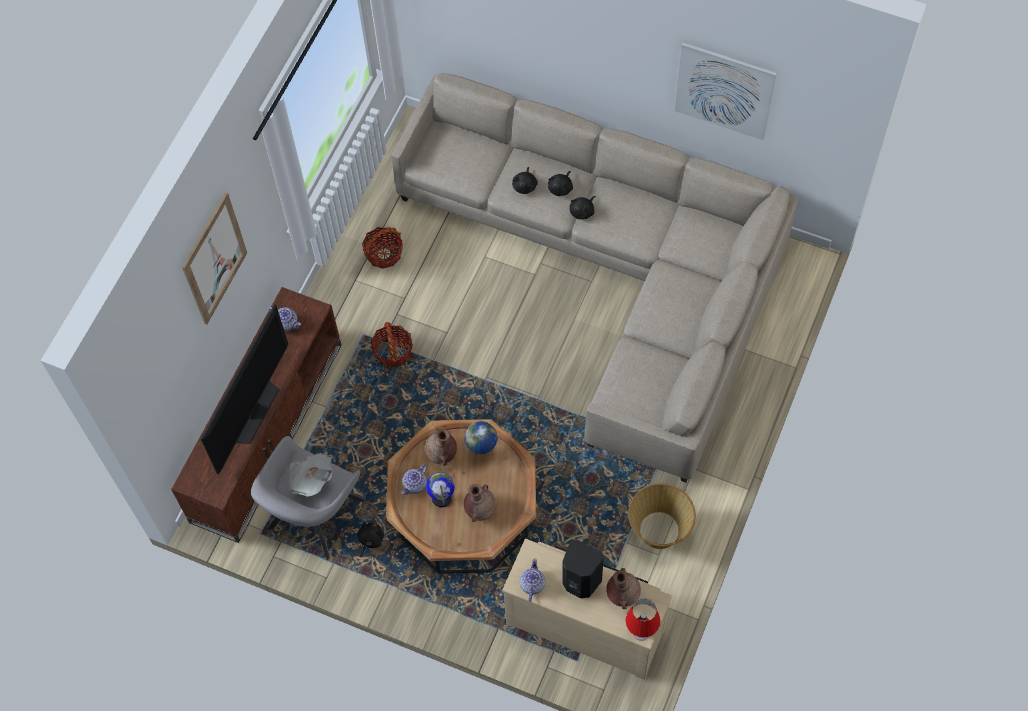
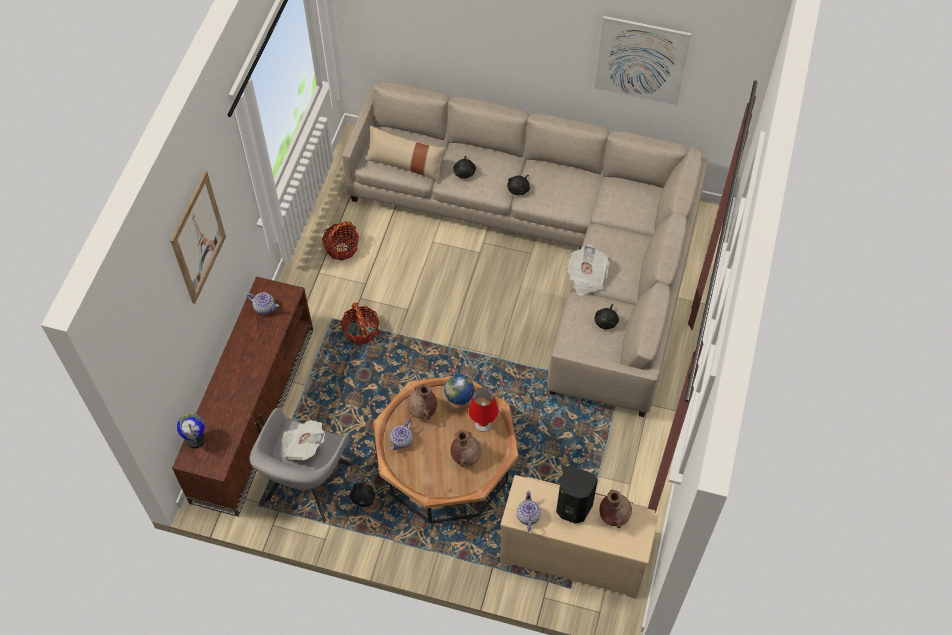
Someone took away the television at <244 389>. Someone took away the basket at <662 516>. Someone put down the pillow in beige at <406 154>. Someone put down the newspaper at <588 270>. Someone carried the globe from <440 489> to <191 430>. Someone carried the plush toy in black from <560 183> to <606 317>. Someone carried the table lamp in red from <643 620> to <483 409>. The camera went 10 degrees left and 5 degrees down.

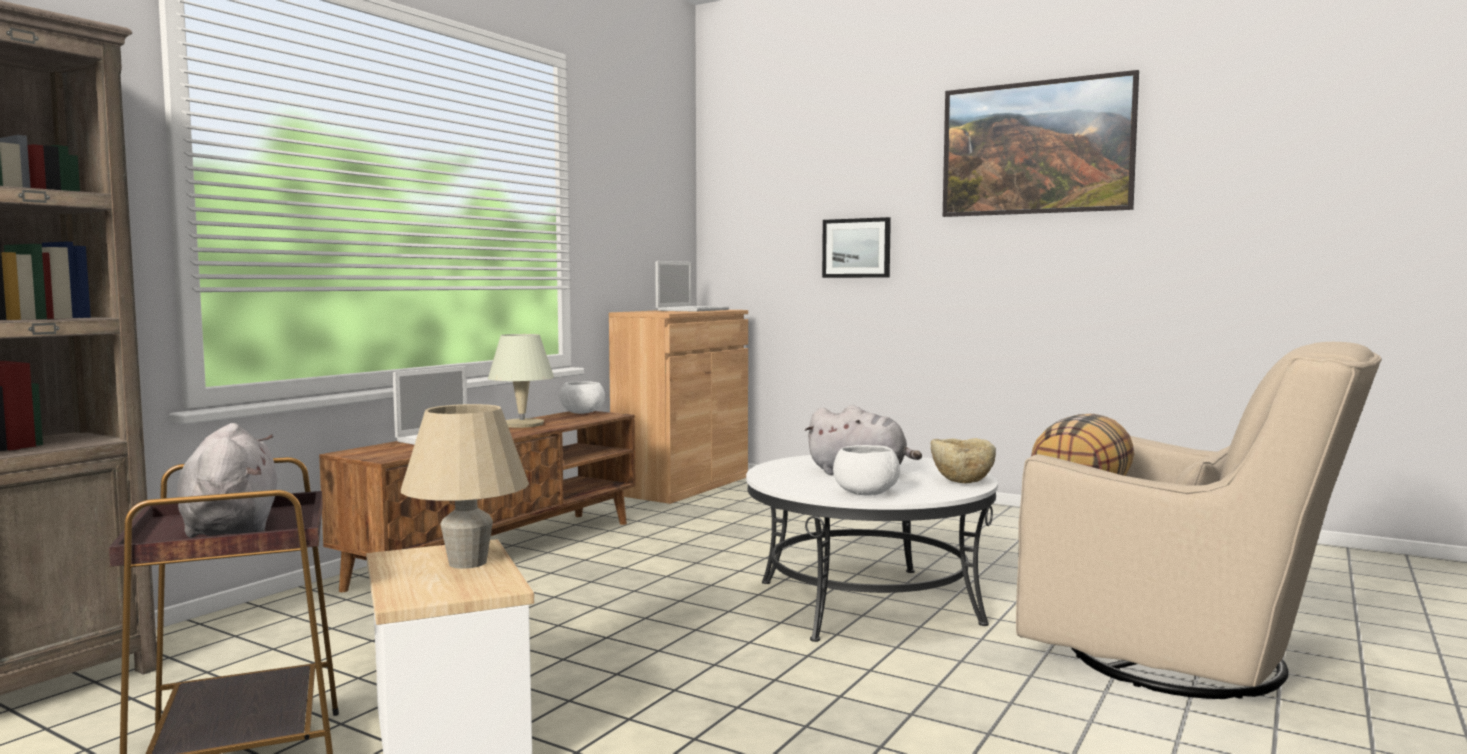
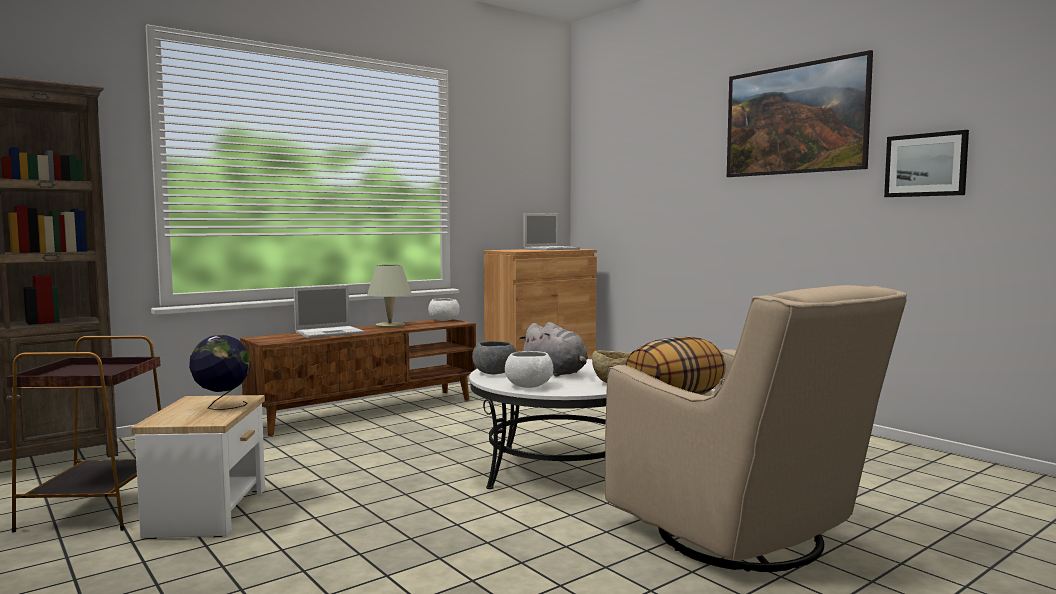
Someone took away the plush toy in grey at <227 480>. Someone put down the bowl in grey at <494 357>. Someone carried the picture from <856 247> to <926 163>. Someone swapped the table lamp in beige at <465 486> for the globe at <220 372>. The camera went 20 degrees right and 0 degrees up.

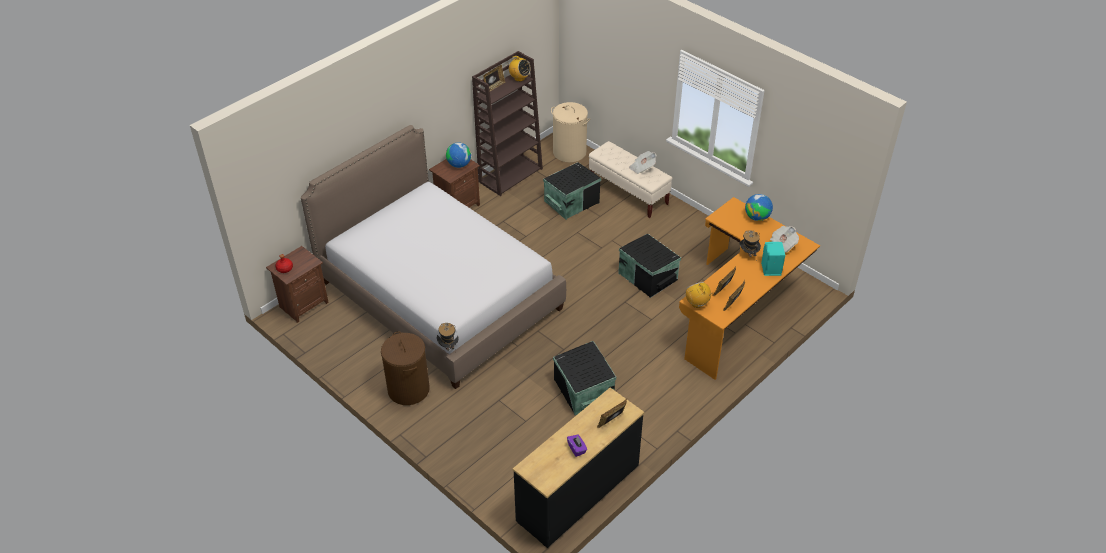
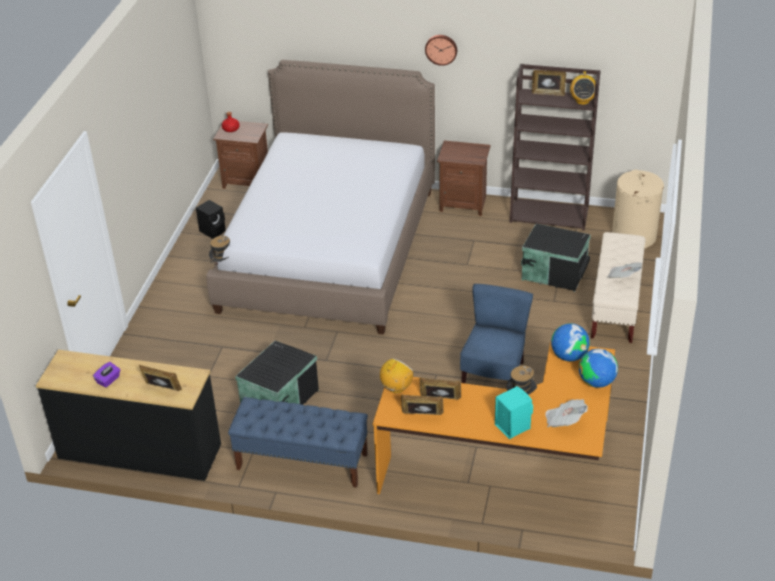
Someone took away the laundry basket in brown at <405 368>. Someone put down the speaker in black at <211 219>. Someone put down the bench in blue at <298 442>. Someone put up the wall clock at <441 50>. Someone carried the globe from <458 155> to <570 342>. Someone swapped the storage box in black at <649 265> for the chair in blue at <496 334>. The camera went 60 degrees right and 5 degrees down.

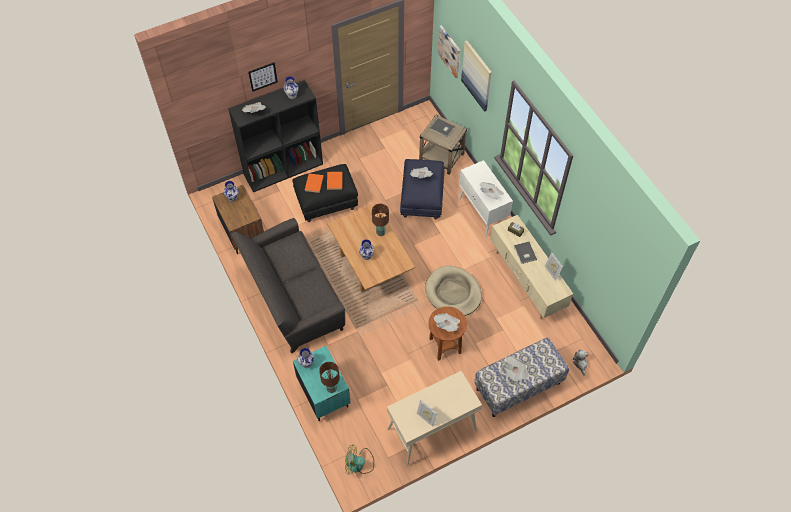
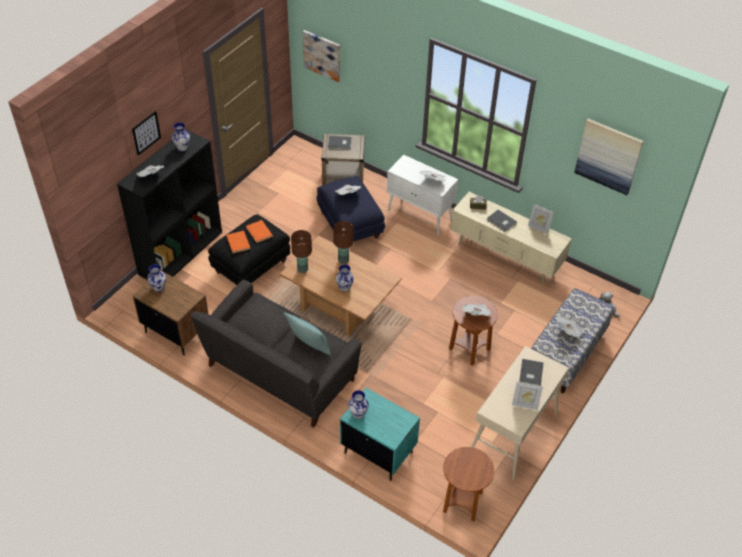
Someone took away the dog bed in beige at <453 291>. Someone put down the pillow in turquoise at <307 333>. Someone put down the book in grey at <531 372>. Someone carried the table lamp in brown from <329 377> to <301 251>. Someone carried the picture from <476 76> to <609 157>. Someone swapped the fan at <359 459> for the side table in brown at <468 484>. The camera went 30 degrees left and 10 degrees down.

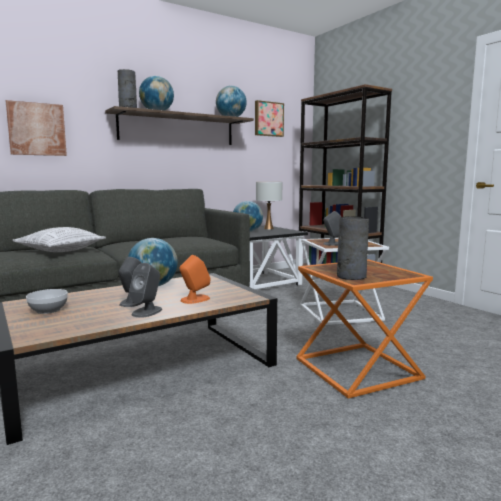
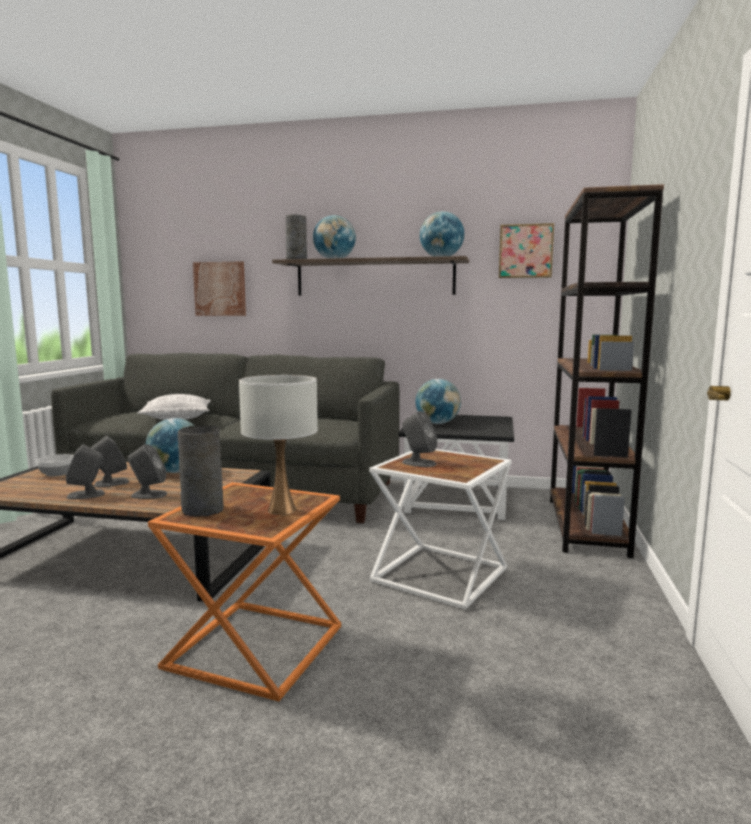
Someone carried the table lamp in white from <269 205> to <278 445>. Someone repainted the speaker in orange at <194 279>, which became the speaker in grey at <147 471>. The camera went 45 degrees right and 0 degrees up.

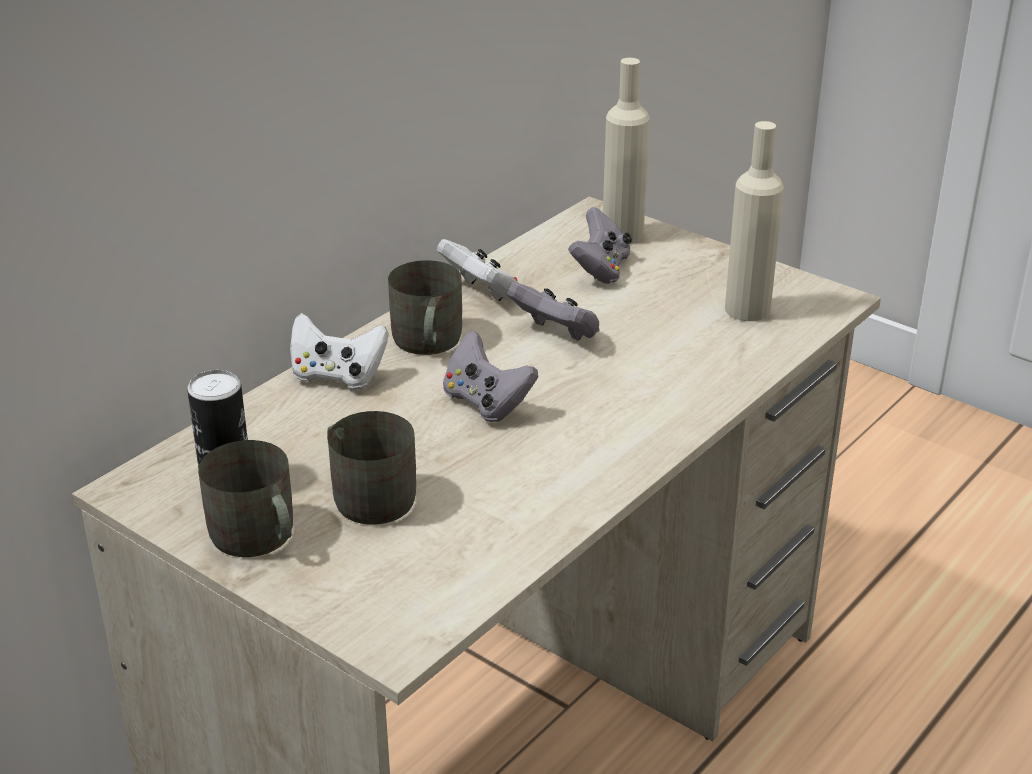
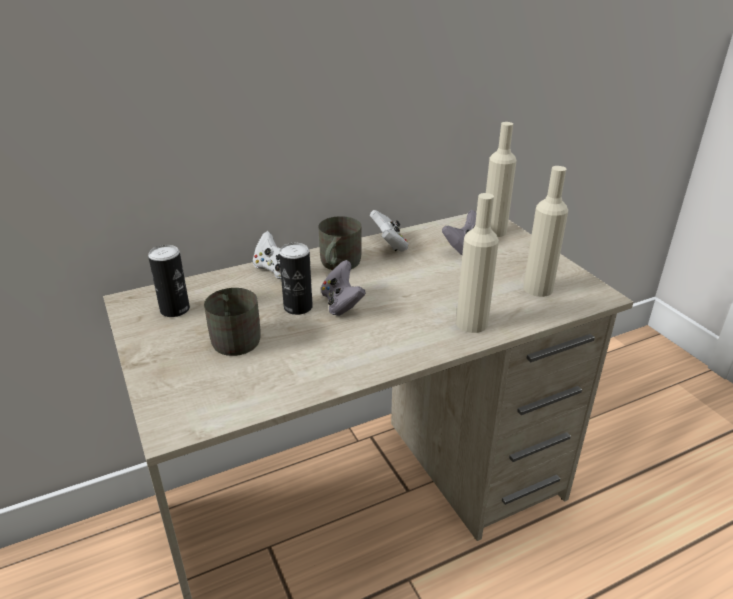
Someone took away the mug in grey at <245 498>. Someone took away the game controller in grey at <553 311>. Someone put down the can at <296 279>. Someone put down the bottle in beige at <477 263>. The camera went 25 degrees right and 0 degrees up.

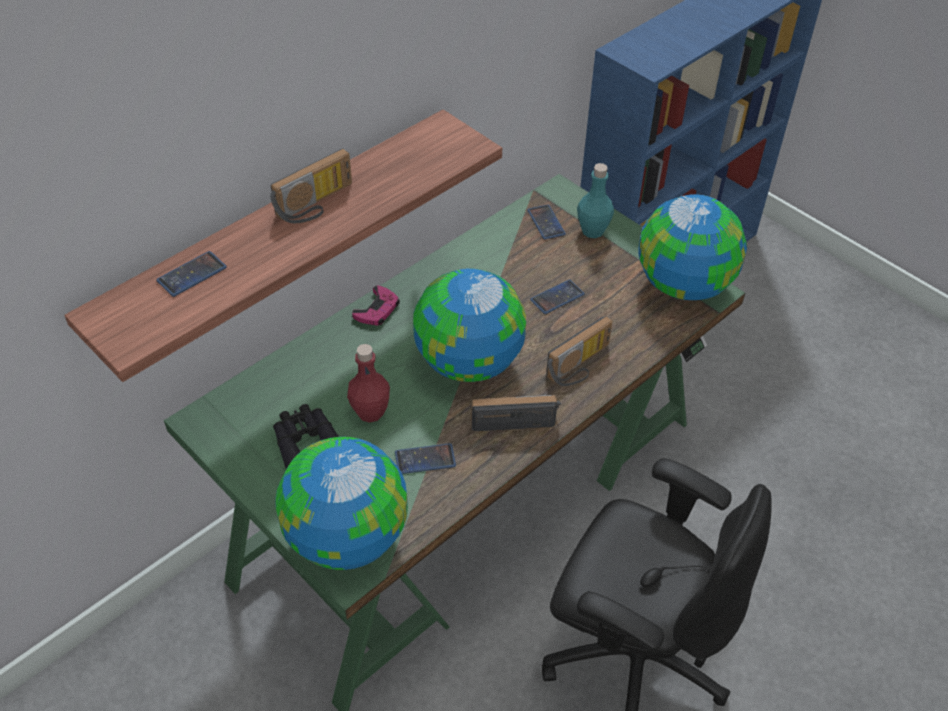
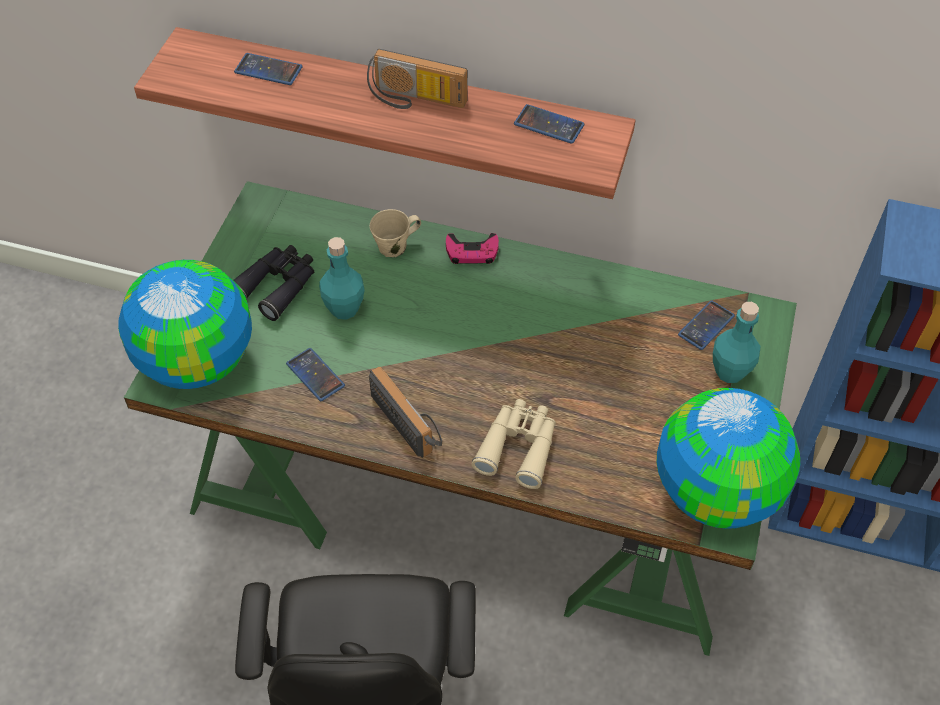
Someone took away the globe at <469 325>. Someone put down the mug in beige at <395 233>. Someone carried the phone from <557 296> to <549 124>. Someone swapped the radio at <579 351> for the binoculars in beige at <514 444>. Someone repainted the bottle in red at <368 383>, which became the bottle in turquoise at <342 278>. The camera went 60 degrees right and 5 degrees up.

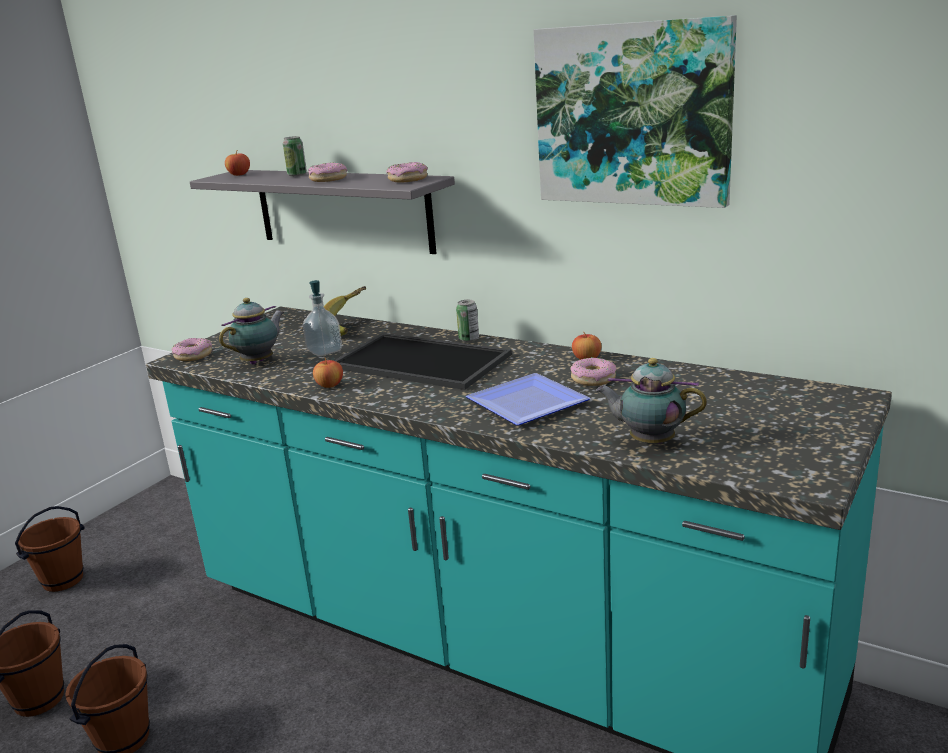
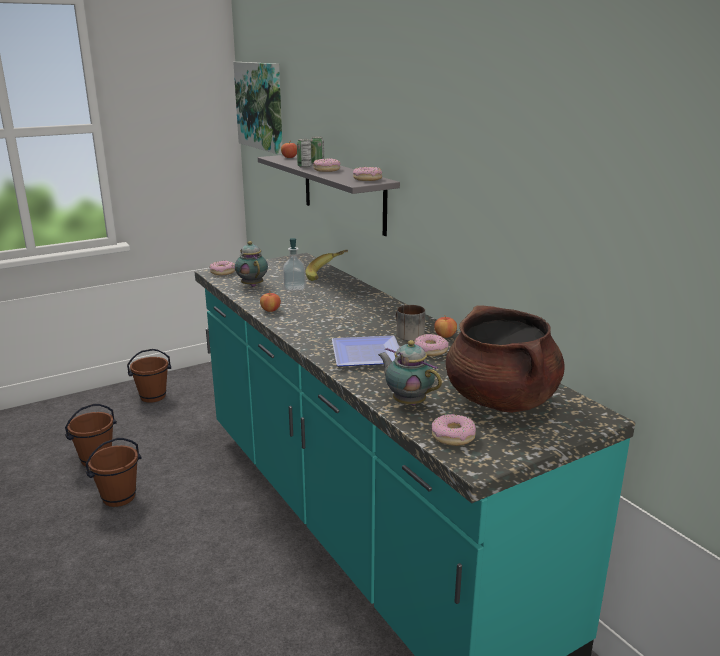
Someone took away the tray at <422 361>. Someone put down the mug at <410 323>. Someone put down the donut at <453 430>. Someone put down the cooking pot in brown at <505 359>. Someone carried the can from <467 321> to <304 153>. Someone carried the picture from <635 111> to <257 108>. Someone rotated the teapot at <251 331> by 90 degrees counterclockwise. The camera went 25 degrees right and 0 degrees up.

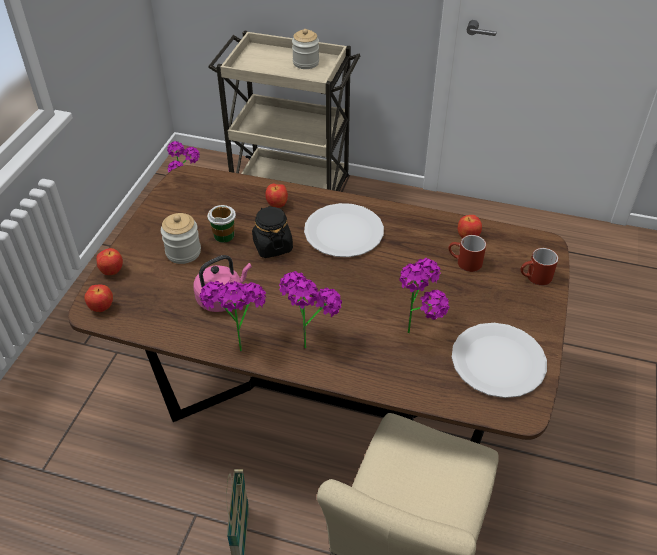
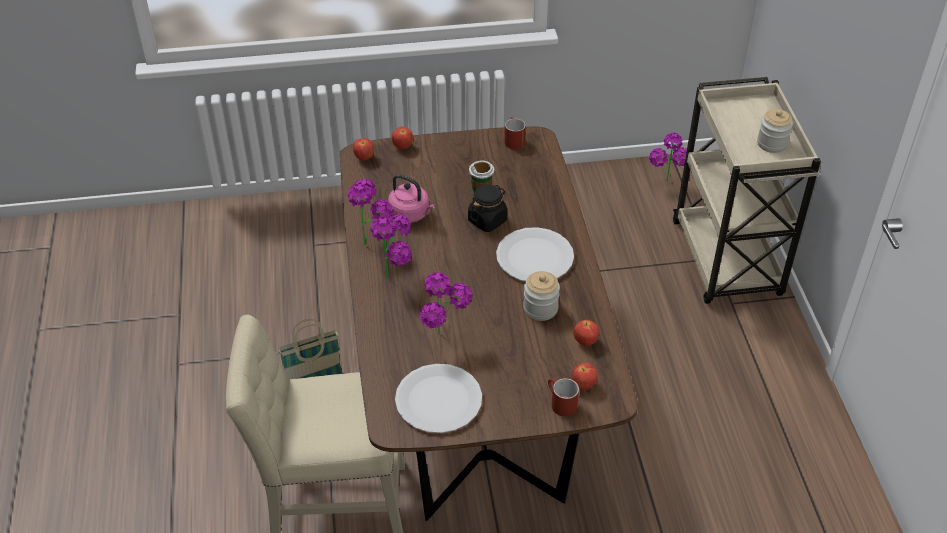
Someone carried the jar from <181 238> to <541 296>. Someone carried the apple from <276 196> to <585 376>. Someone carried the mug in red from <467 253> to <515 133>. The camera went 65 degrees right and 0 degrees up.

